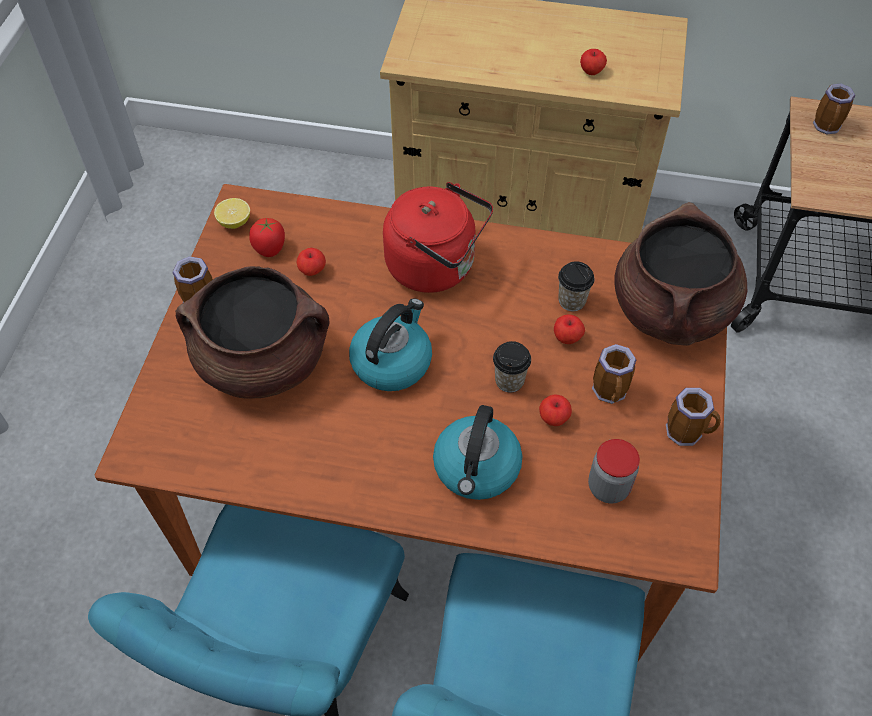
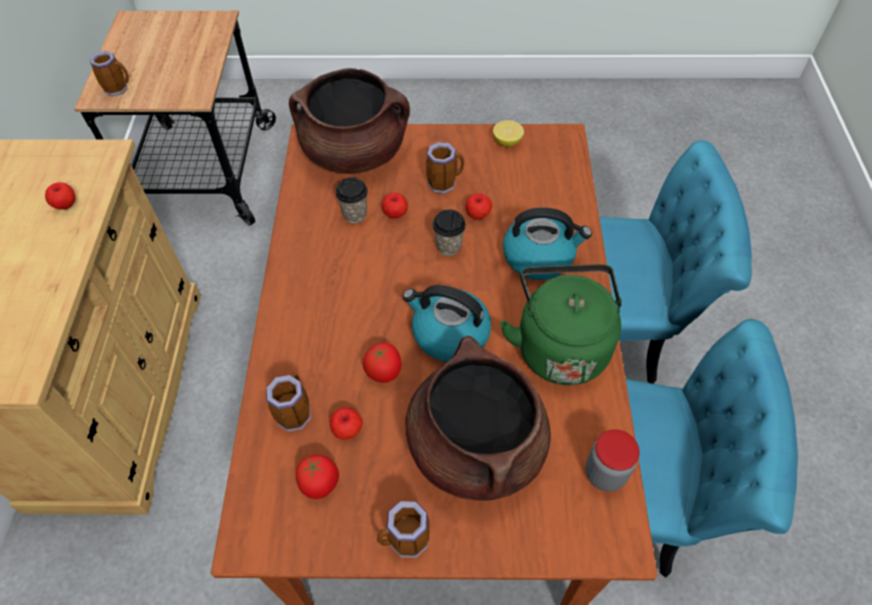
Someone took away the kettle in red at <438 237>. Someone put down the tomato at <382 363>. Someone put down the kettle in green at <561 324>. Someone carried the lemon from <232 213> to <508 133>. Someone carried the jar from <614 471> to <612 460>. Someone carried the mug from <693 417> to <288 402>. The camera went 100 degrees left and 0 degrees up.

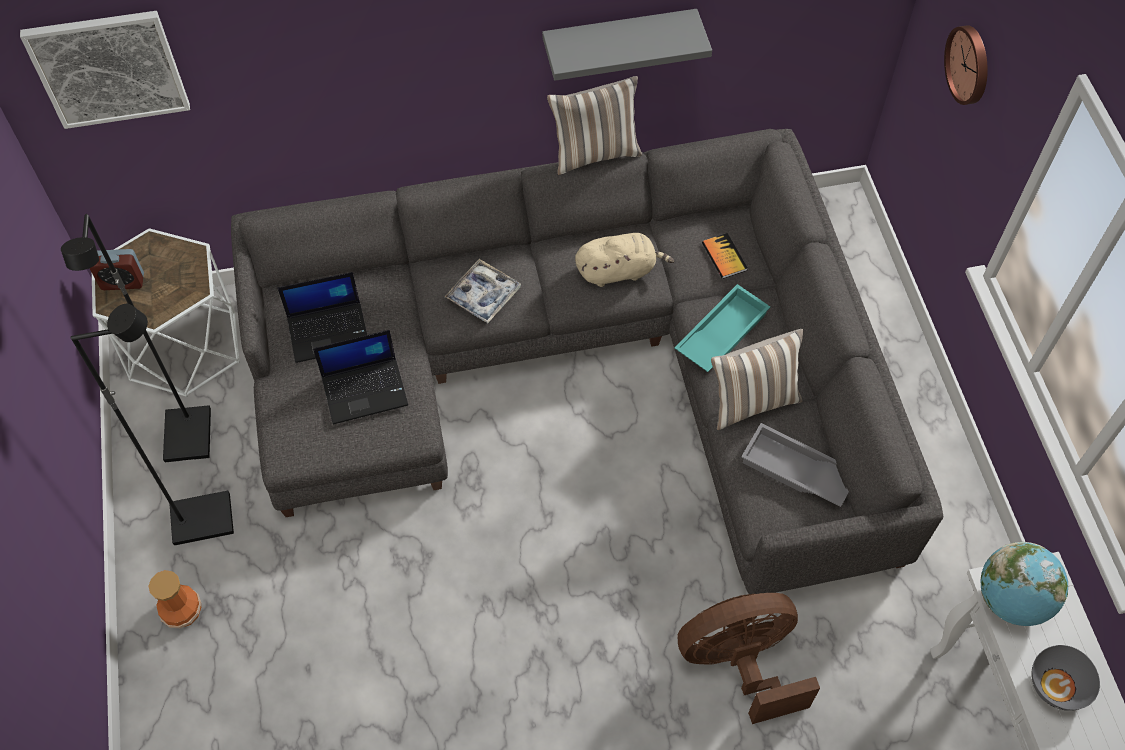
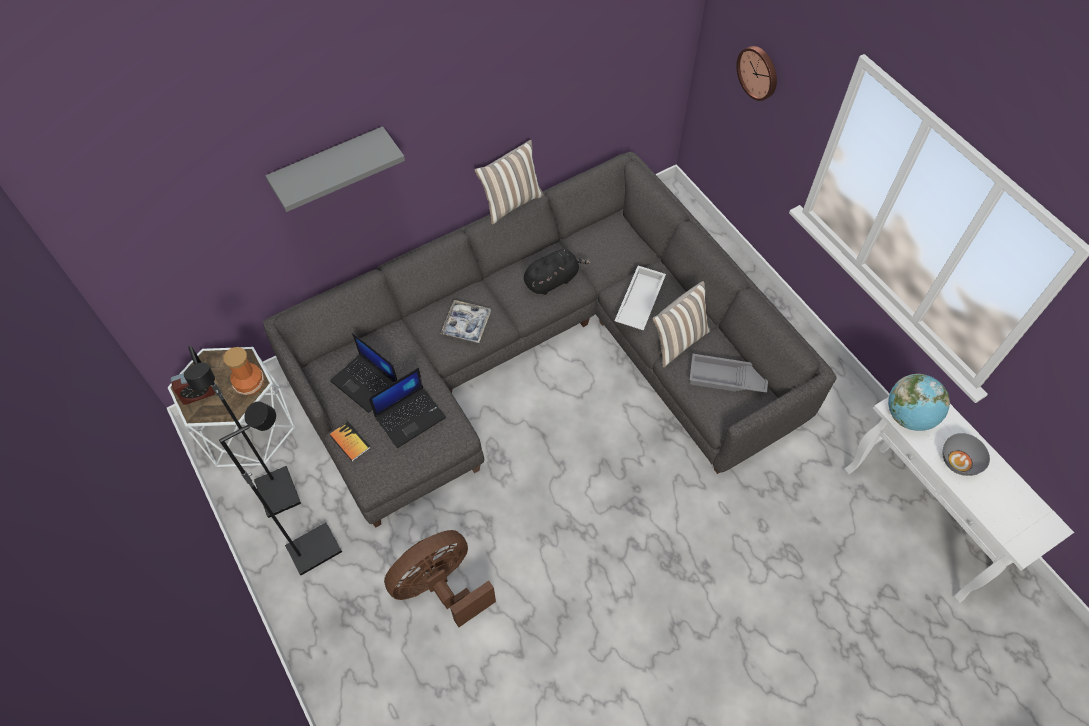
Someone took away the picture at <105 70>. Someone carried the vase from <174 599> to <243 371>. Someone carried the shelf in grey from <627 45> to <335 169>. Someone carried the fan in brown from <749 658> to <440 578>. Someone carried the book from <724 256> to <349 441>. Someone repainted the plush toy in beige at <624 260>, which became the plush toy in black at <557 272>. Someone repainted the tray in turquoise at <722 328>, which became the tray in white at <640 298>. Someone rotated the laptop at <322 317> by 75 degrees clockwise. The camera went 20 degrees left and 0 degrees up.

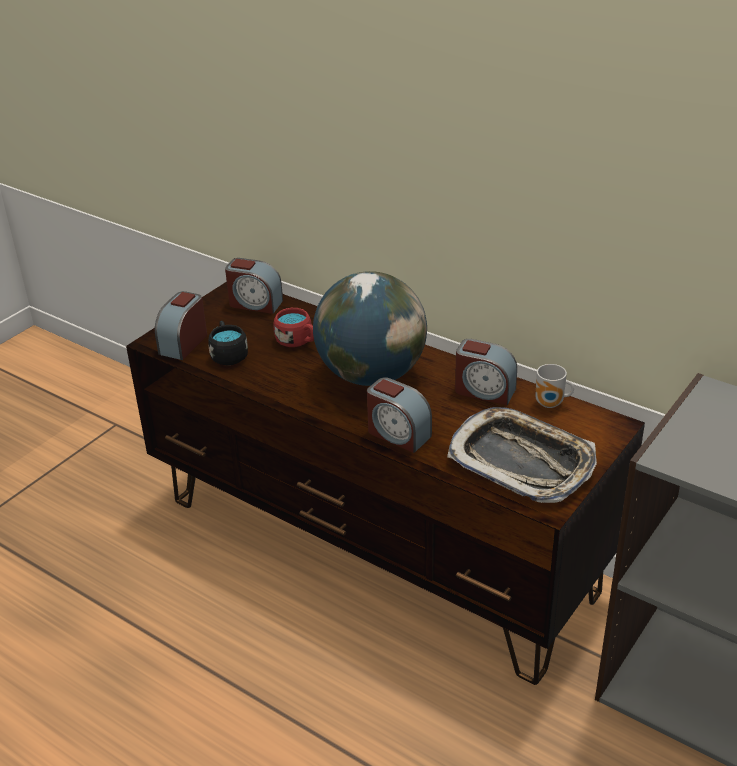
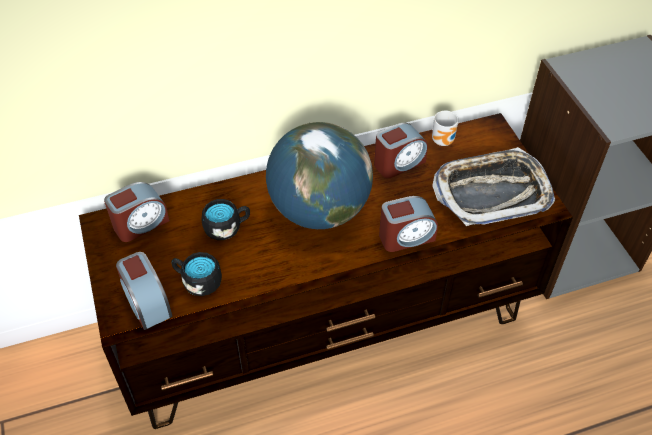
Someone repainted the mug in red at <294 327>, which became the mug in black at <226 219>. The camera went 55 degrees left and 15 degrees up.

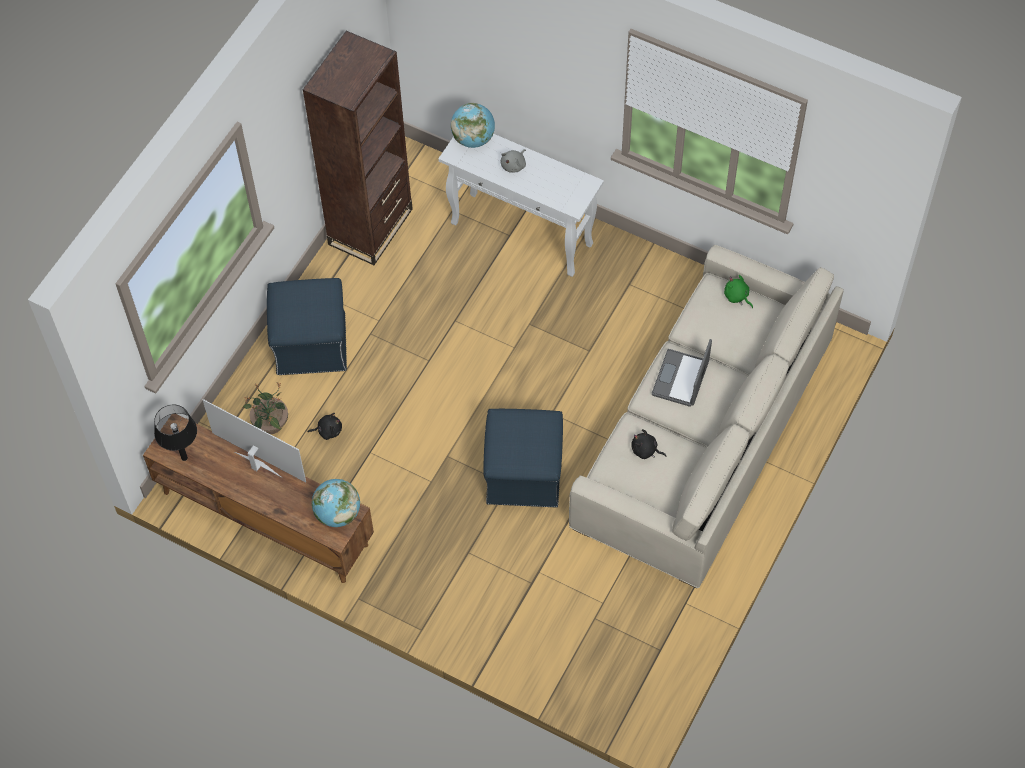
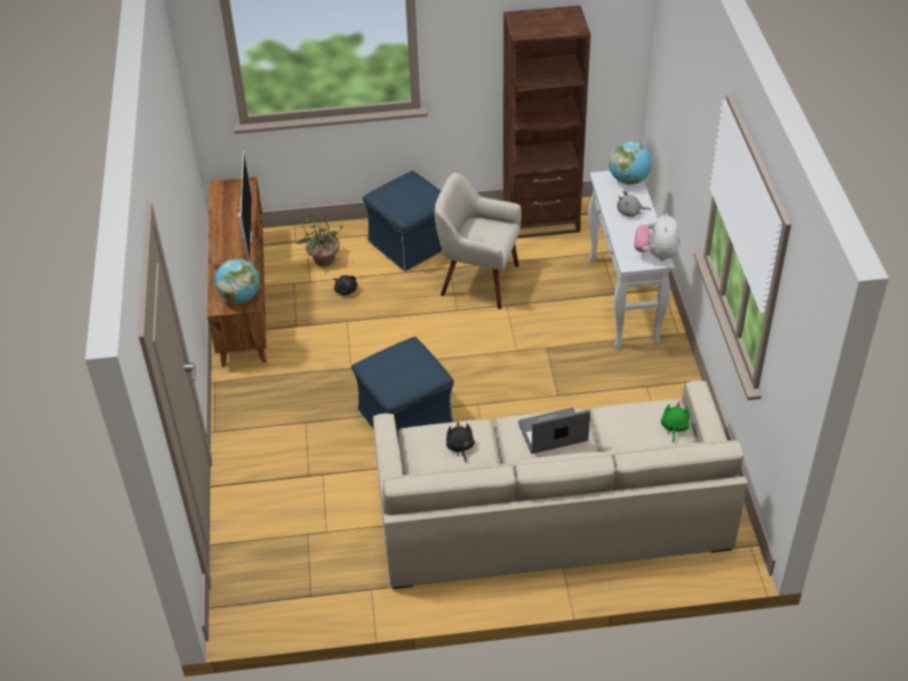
Someone took away the table lamp in black at <175 433>. Someone put down the armchair in beige at <478 241>. Someone put down the plush toy at <656 237>. The camera went 55 degrees right and 15 degrees down.

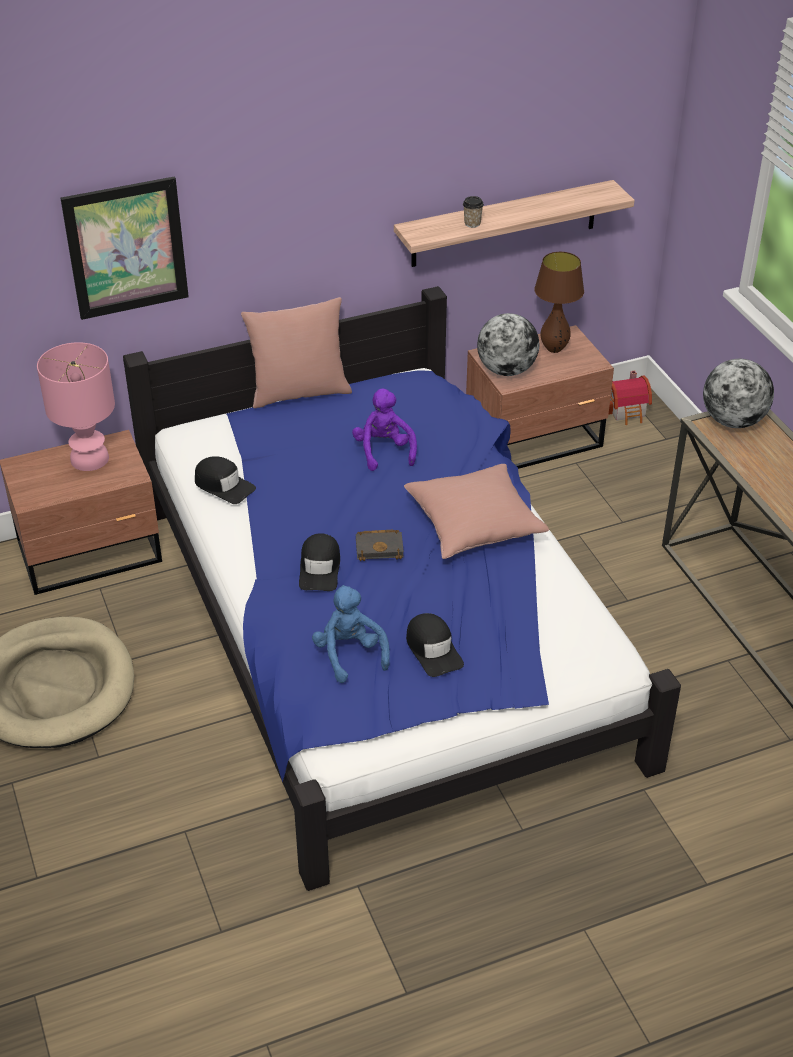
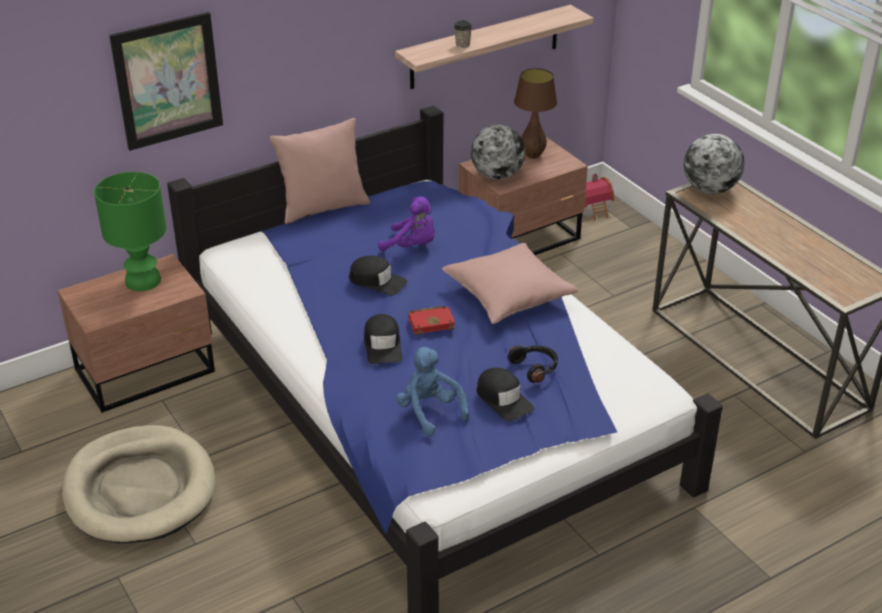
Someone put down the headphones in black at <533 364>. Someone carried the cap in black from <225 480> to <378 275>. Someone repainted the table lamp in pink at <76 406>, which became the table lamp in green at <130 231>. Someone repainted the book in black at <380 545>, which became the book in red at <431 320>. Someone rotated the plush toy in purple at <384 429> by 135 degrees clockwise. The camera went 10 degrees left and 5 degrees down.

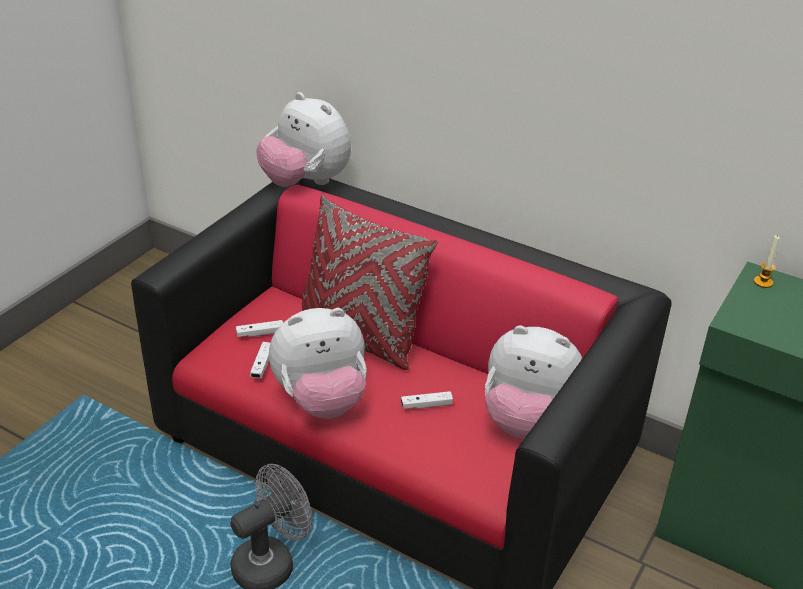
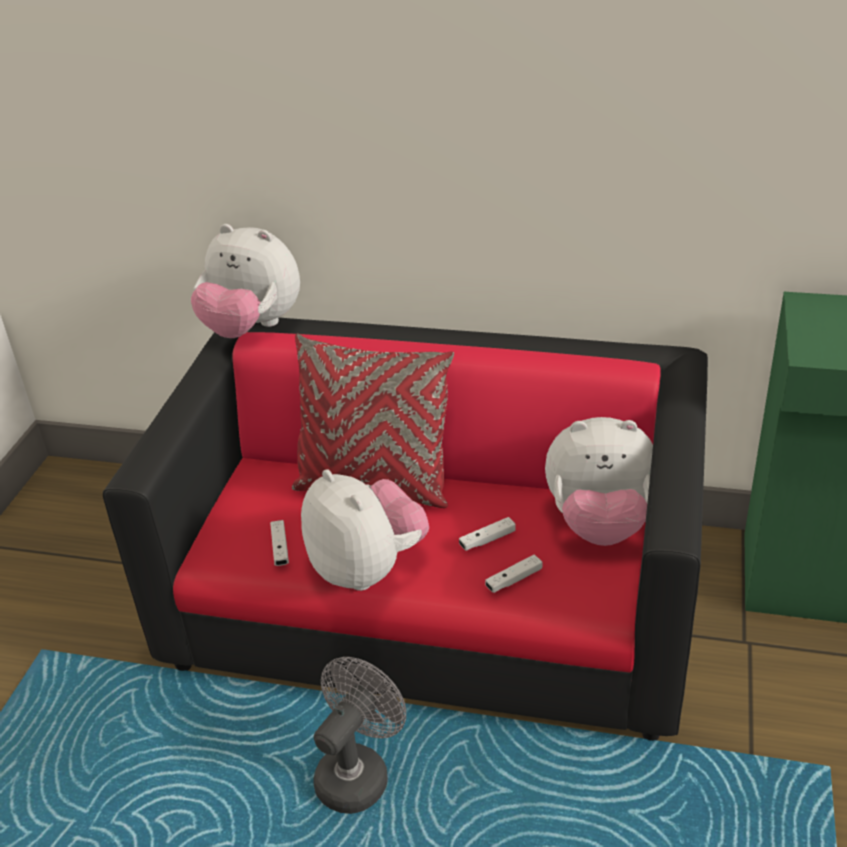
Someone took away the candle at <766 261>. Someone carried the game controller in white from <259 328> to <513 574>. Someone rotated the plush toy at <318 363> by 90 degrees counterclockwise. The camera went 15 degrees left and 0 degrees up.

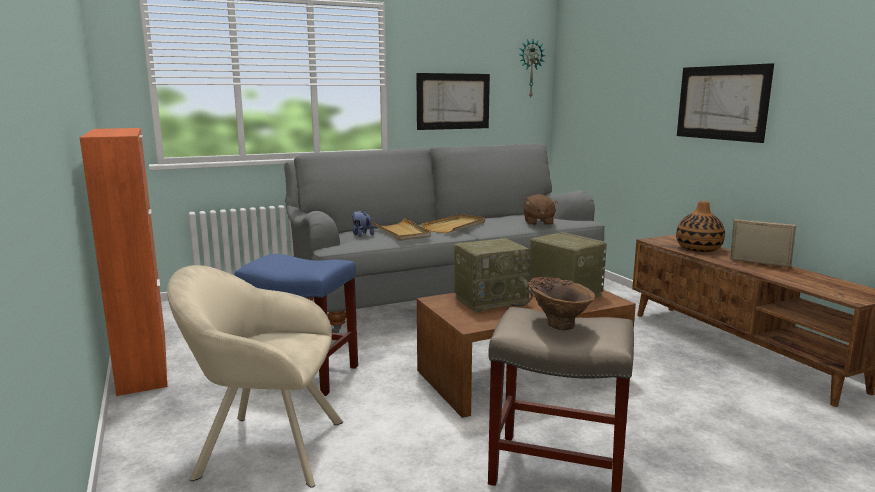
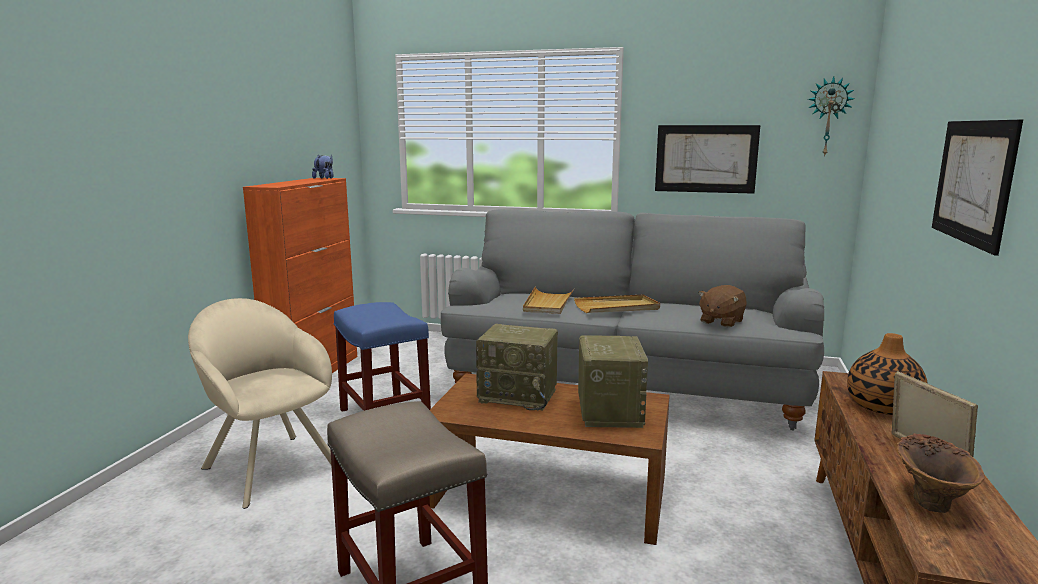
Someone carried the plush toy from <363 223> to <323 166>. Someone carried the vase in brown from <561 304> to <940 473>. The camera went 40 degrees right and 0 degrees up.

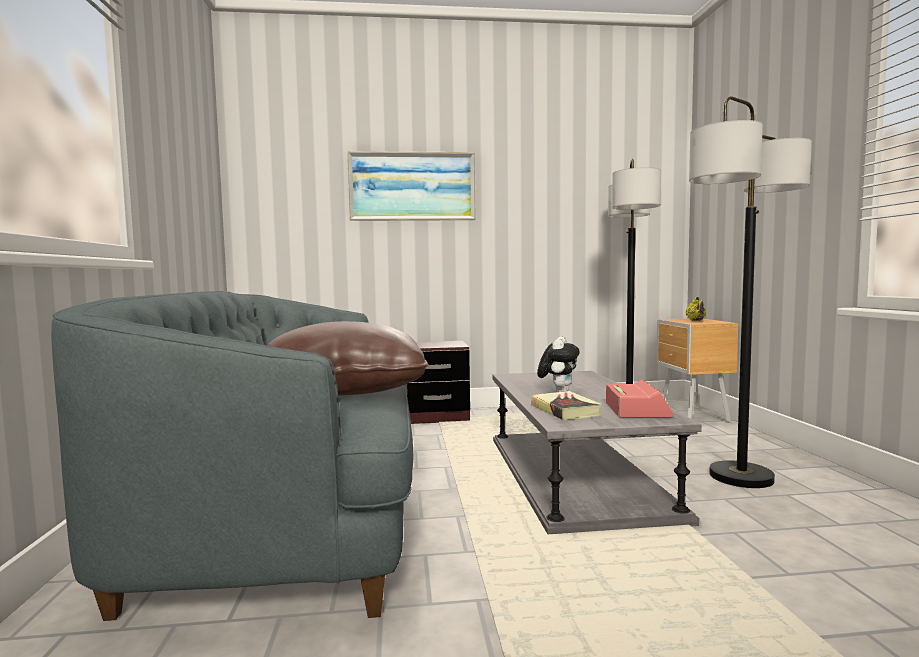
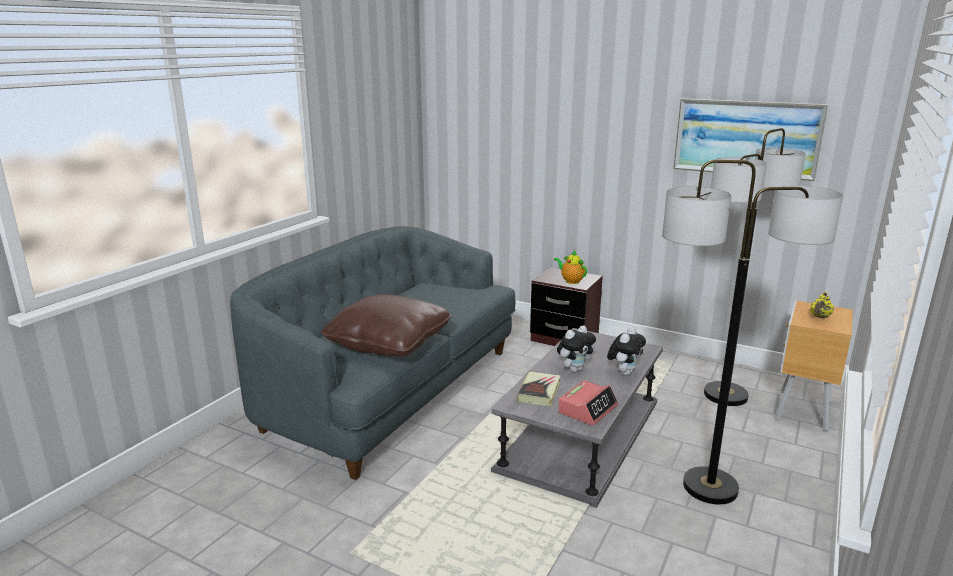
Someone put down the teapot at <570 267>. Someone put down the plush toy at <626 351>. Someone carried the picture from <411 186> to <750 139>. The camera went 35 degrees right and 15 degrees up.

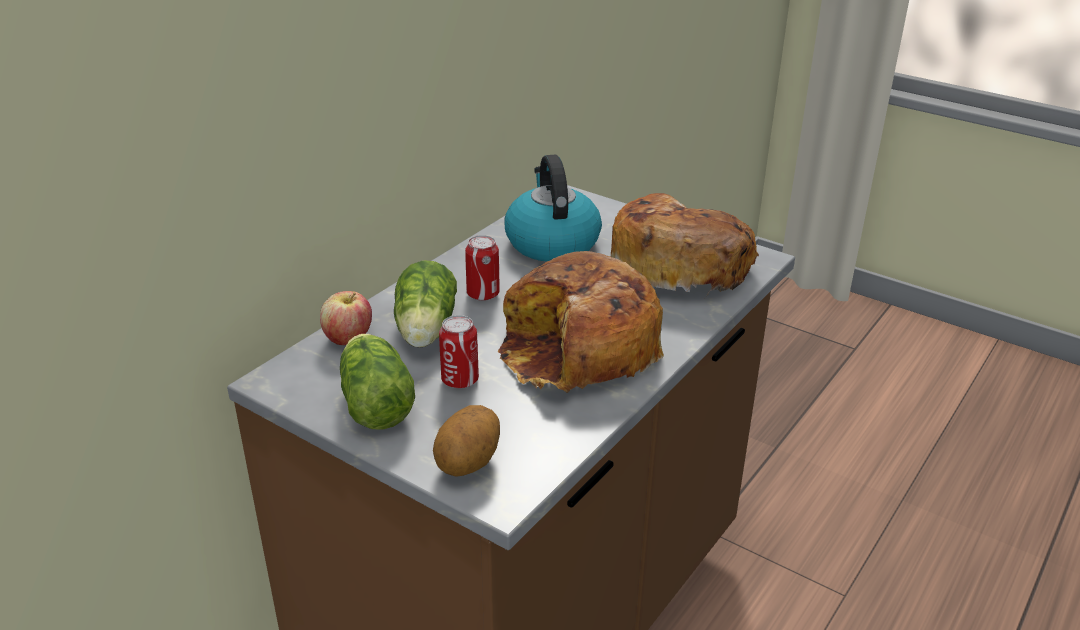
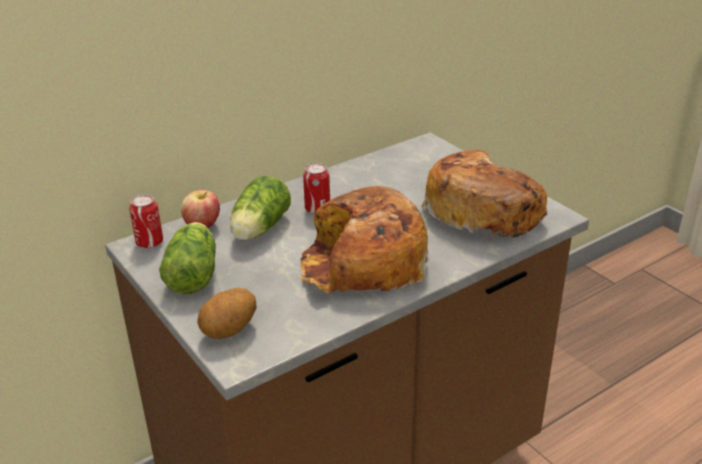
Someone took away the kettle at <553 208>. Someone carried the can from <459 351> to <146 221>. The camera went 20 degrees right and 0 degrees up.

